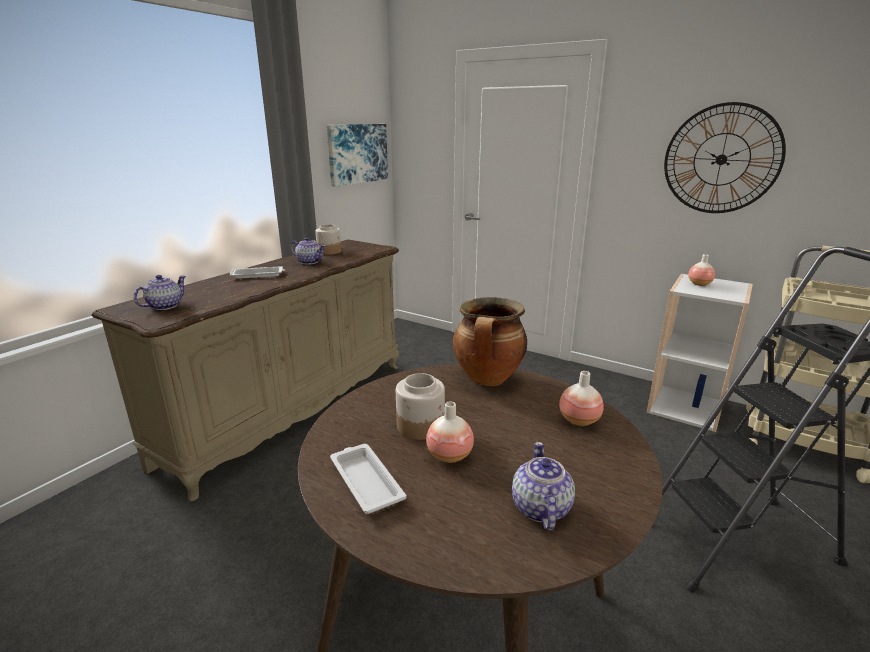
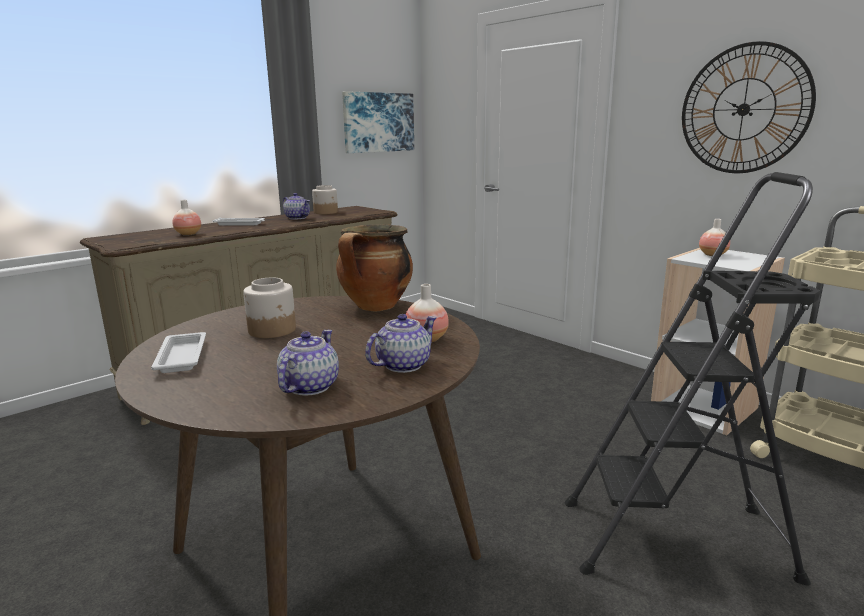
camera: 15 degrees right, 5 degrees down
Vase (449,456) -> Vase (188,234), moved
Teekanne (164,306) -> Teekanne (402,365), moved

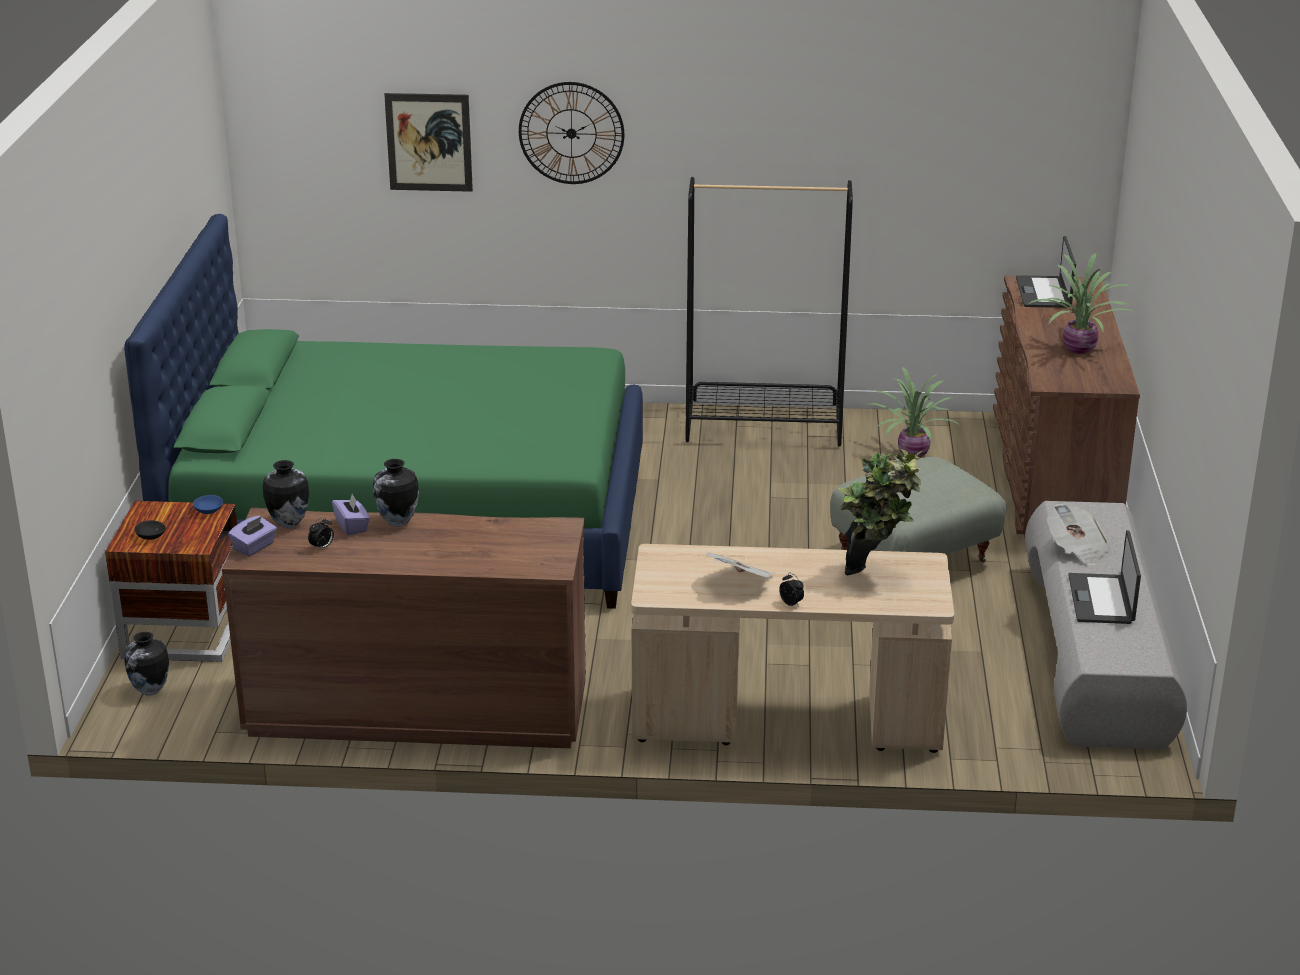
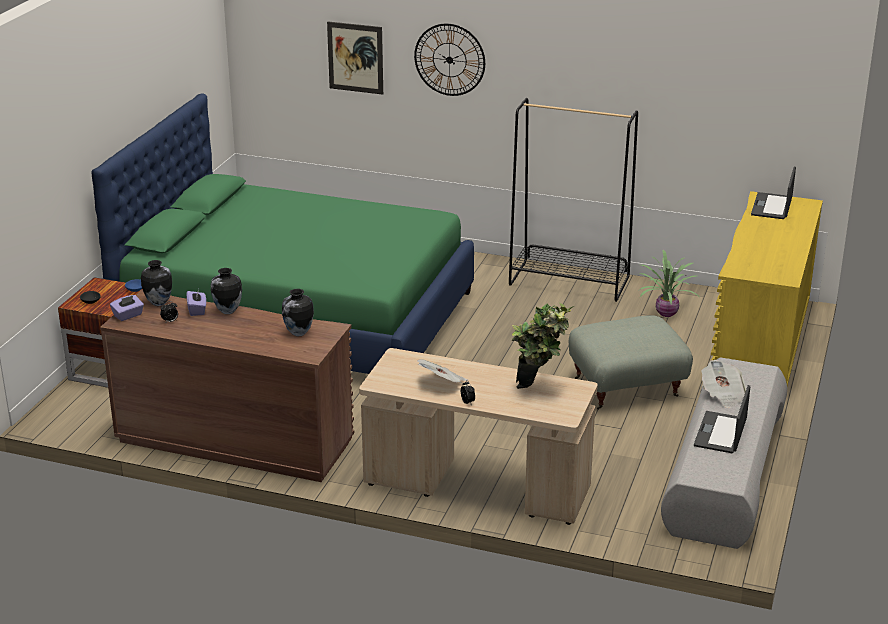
camera: 15 degrees right, 0 degrees up
Vase (150,691) -> Vase (298,333), moved
Kommode [braun] (1053,478) -> Kommode [gelb] (761,343)
Topfpflanze (1079,349) -> none

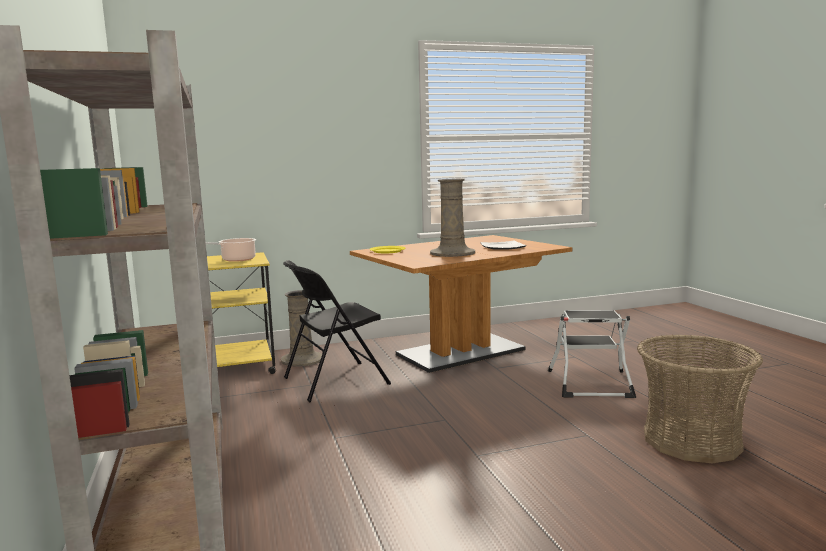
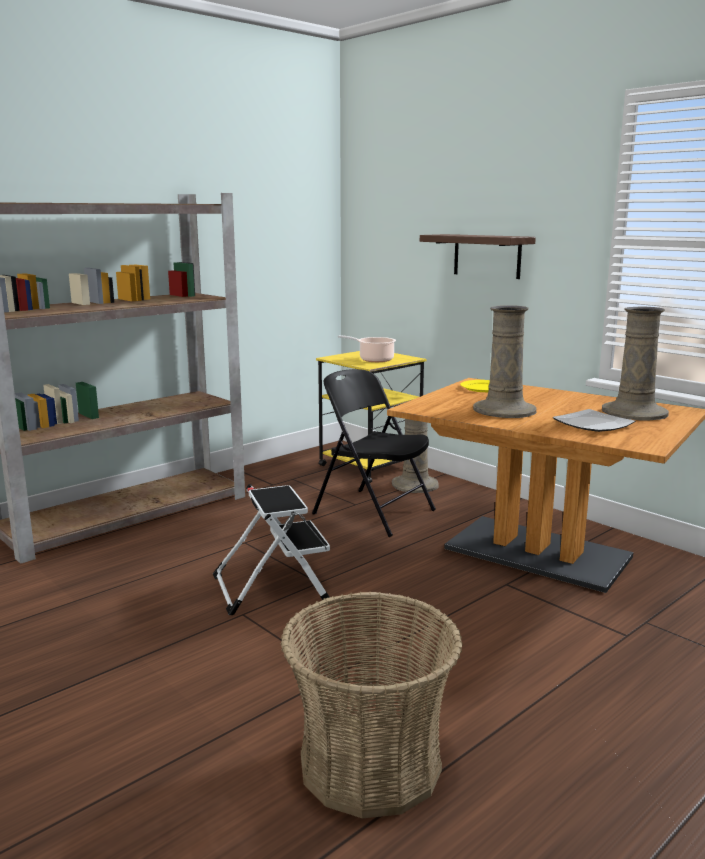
camera: 65 degrees right, 5 degrees up
Trittleiter (591,382) -> Trittleiter (272,585), moved
none -> Wandregal (487,256)
none -> Vase [beige] (635,412)

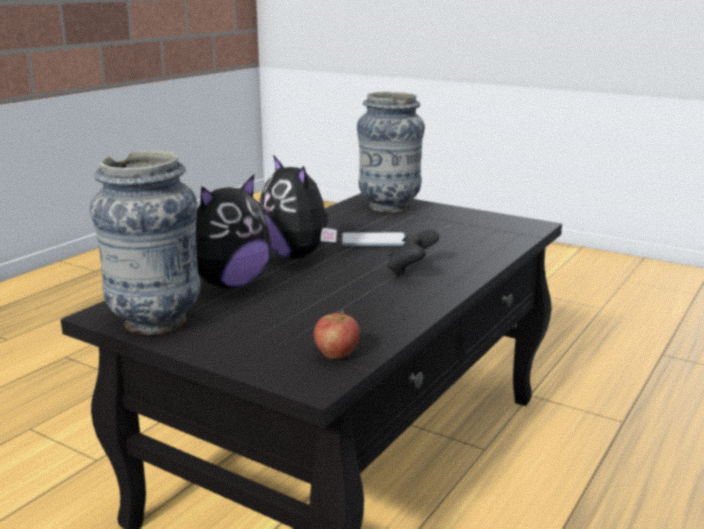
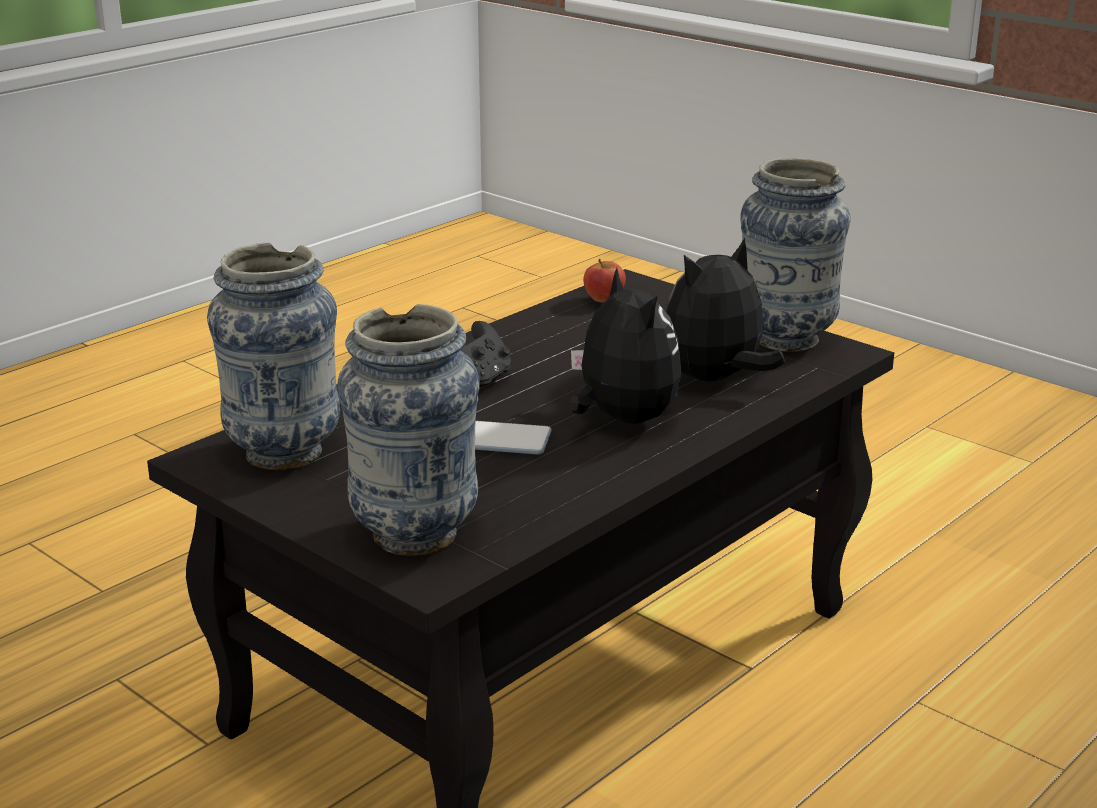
camera: 170 degrees left, 5 degrees up
none -> Vase (284,453)

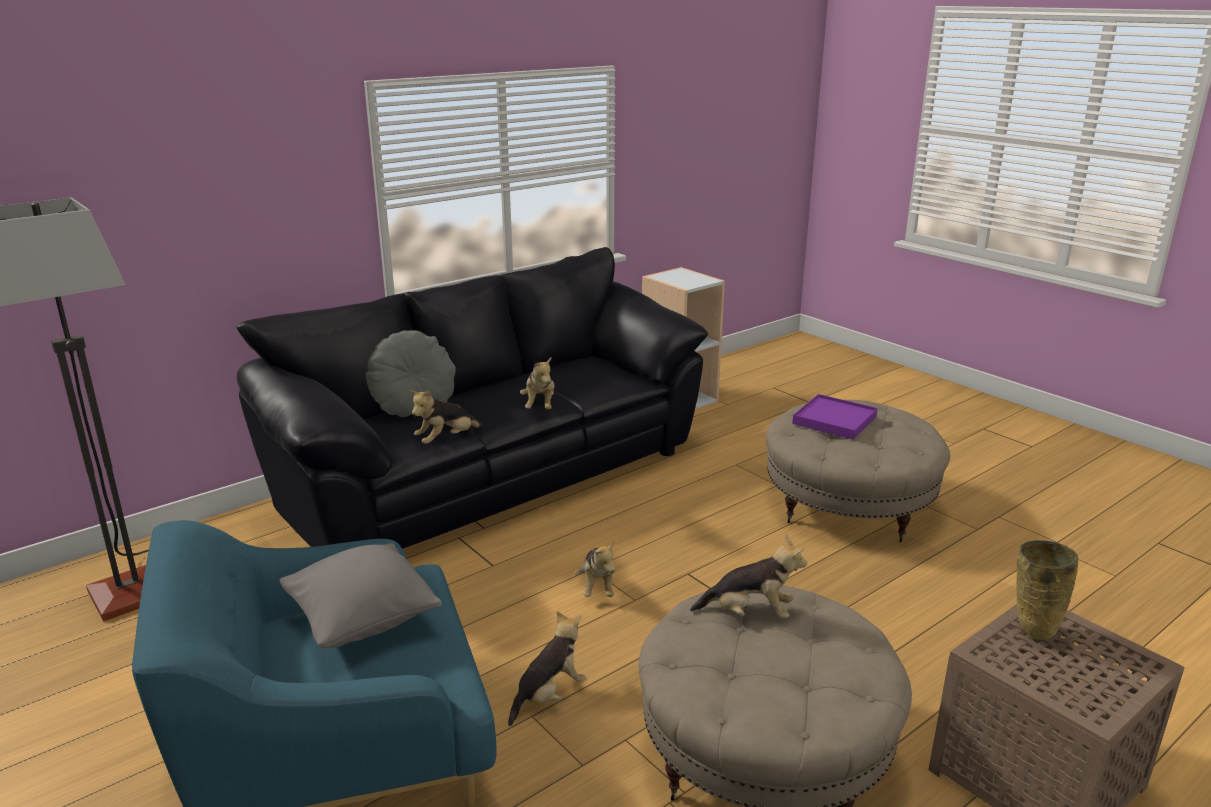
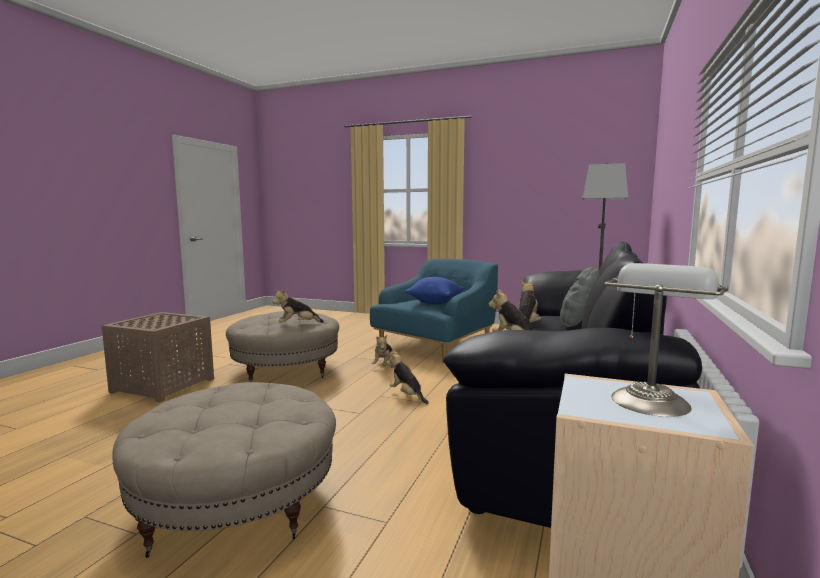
camera: 150 degrees right, 15 degrees down
Kissen [grau] (363,621) -> Kissen [blau] (435,302)
none -> Tischlampe [weiß] (651,396)
Tablett [lila] (834,420) -> none
Vase [beige] (1033,629) -> none

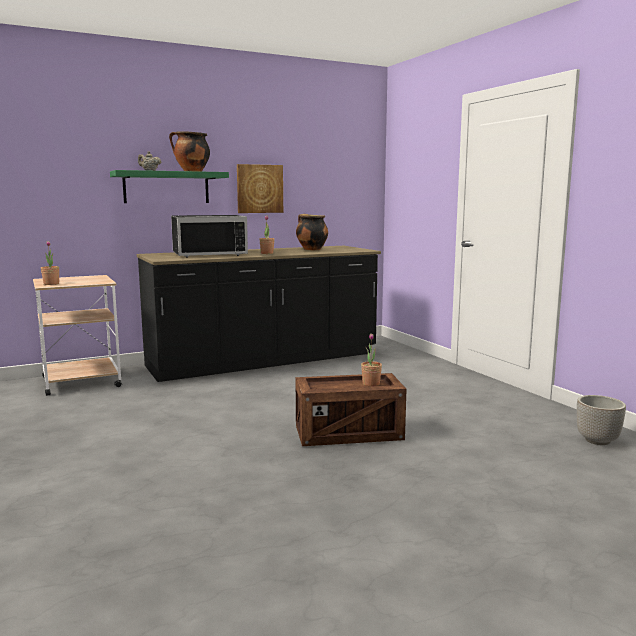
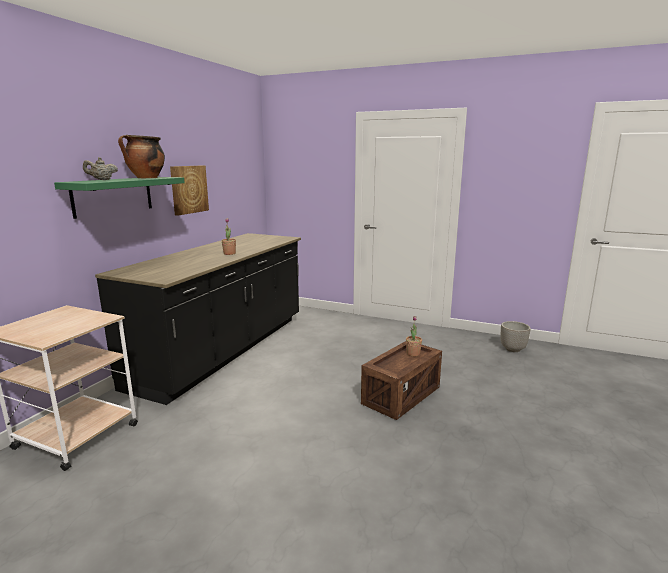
camera: 40 degrees left, 5 degrees up
Topfpflanze (51,284) -> none
Mikrowelle [schwarz] (209,254) -> none
Kochtopf (311,249) -> none

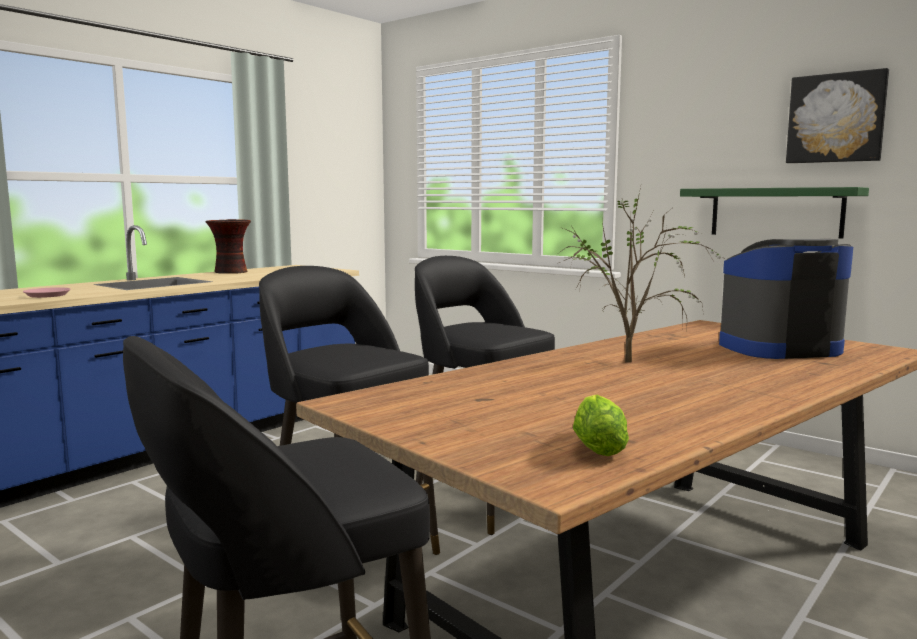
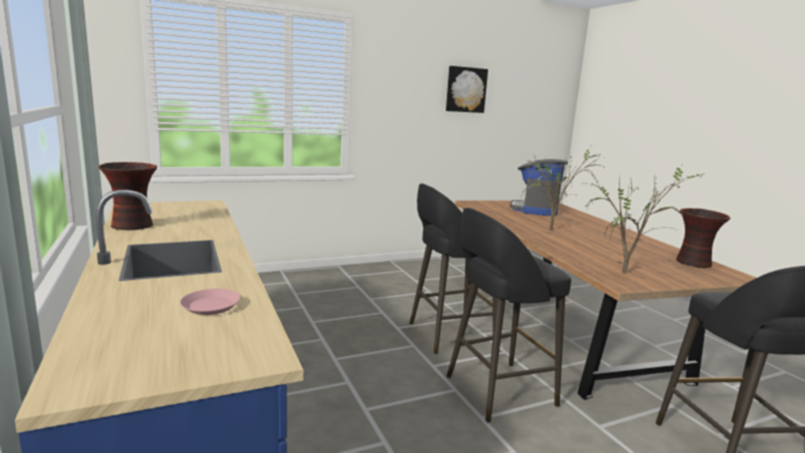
camera: 65 degrees left, 5 degrees up
none -> Topfpflanze (627,272)
Salatkopf (598,445) -> Vase (694,263)
Wandregal [grün] (775,212) -> none

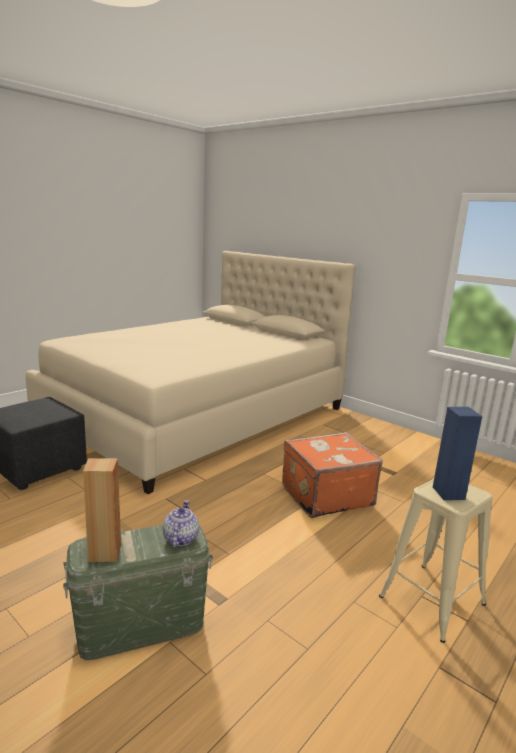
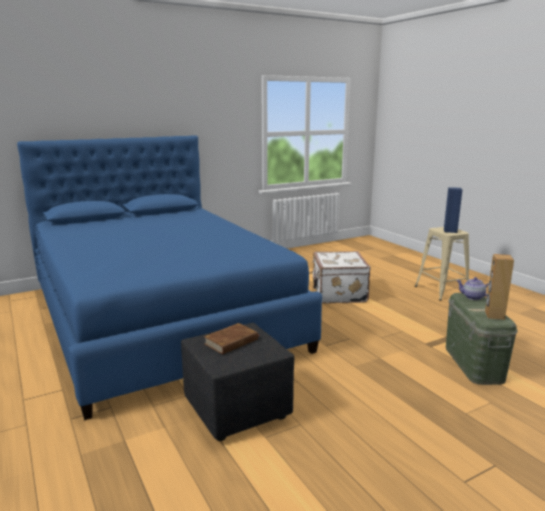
camera: 70 degrees left, 0 degrees up
Bett [beige] (198,414) -> Bett [blau] (160,317)
none -> Buch [braun] (231,342)
Koffer [orange] (325,495) -> Koffer [weiß] (338,293)

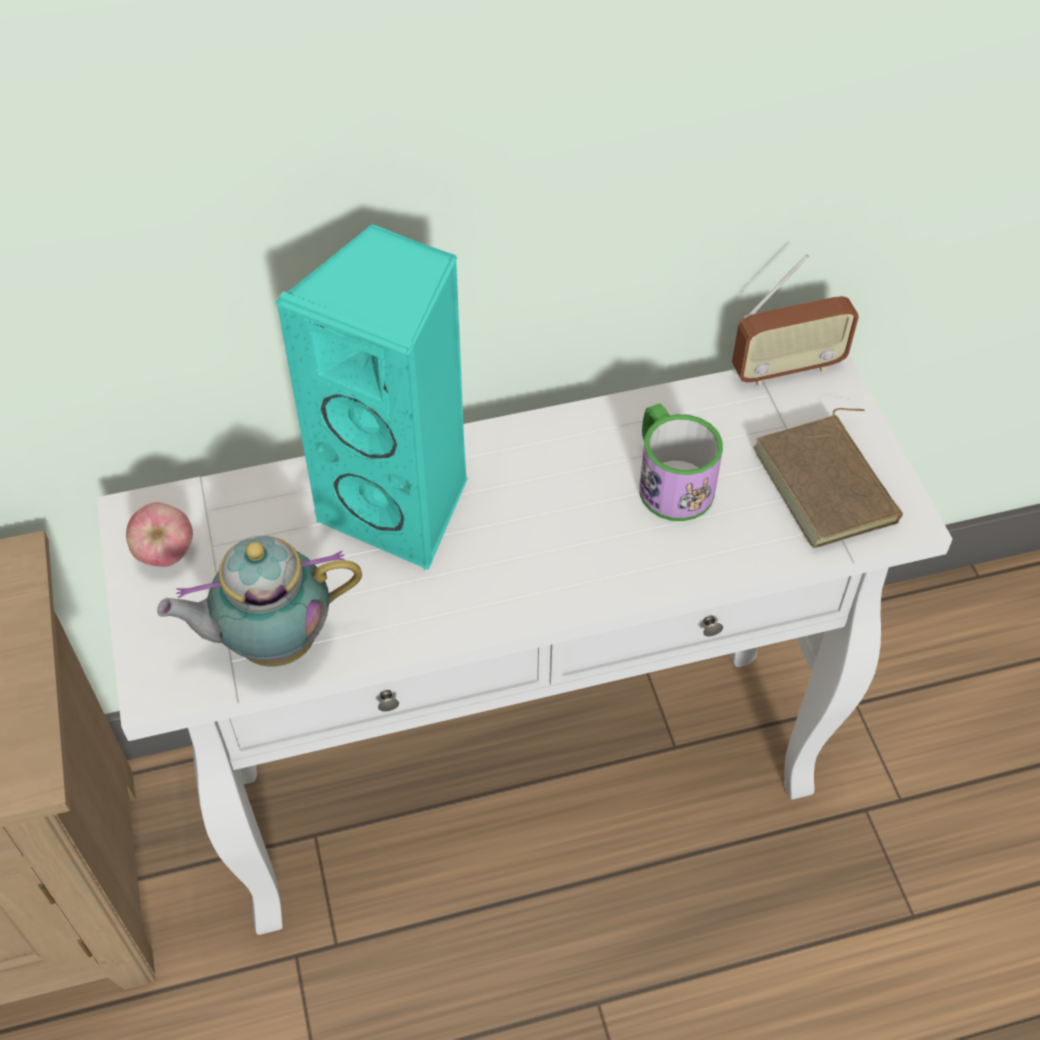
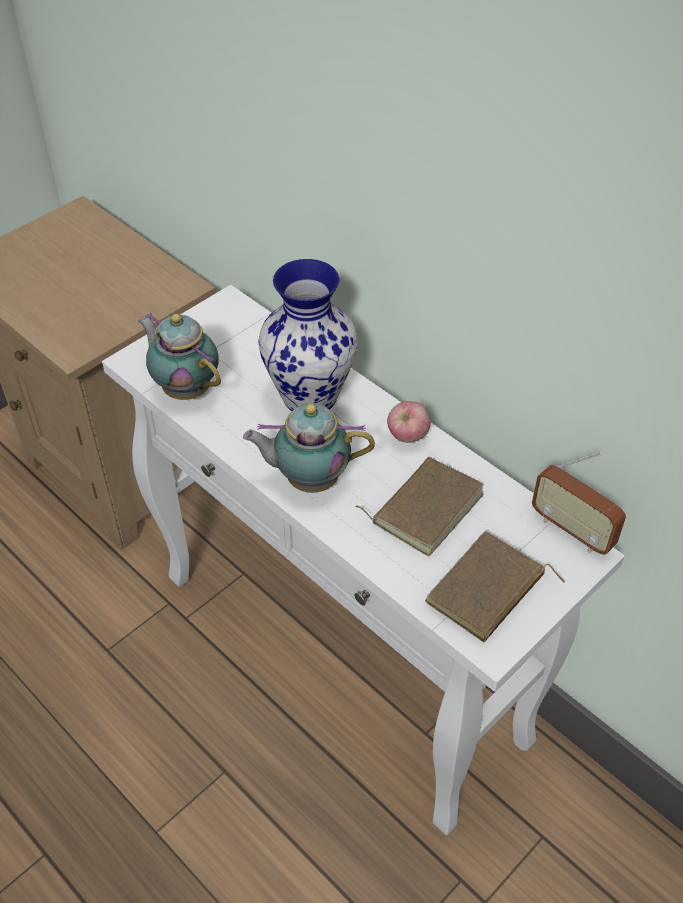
camera: 60 degrees right, 5 degrees down
none -> Teekanne (309,480)
Lautsprecher [türkis] (402,506) -> Vase (311,397)
Henkelbecher (669,480) -> Buch [braun] (425,507)
Apfel (166,554) -> Apfel (408,437), moved

